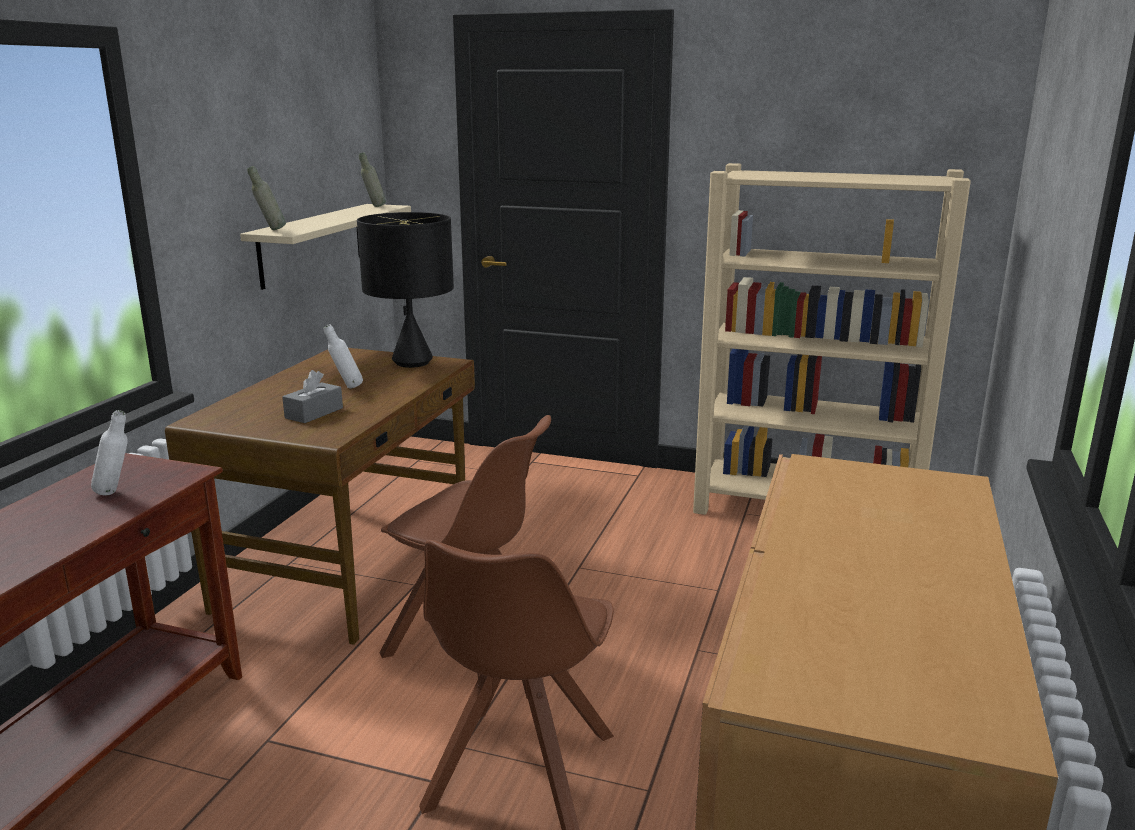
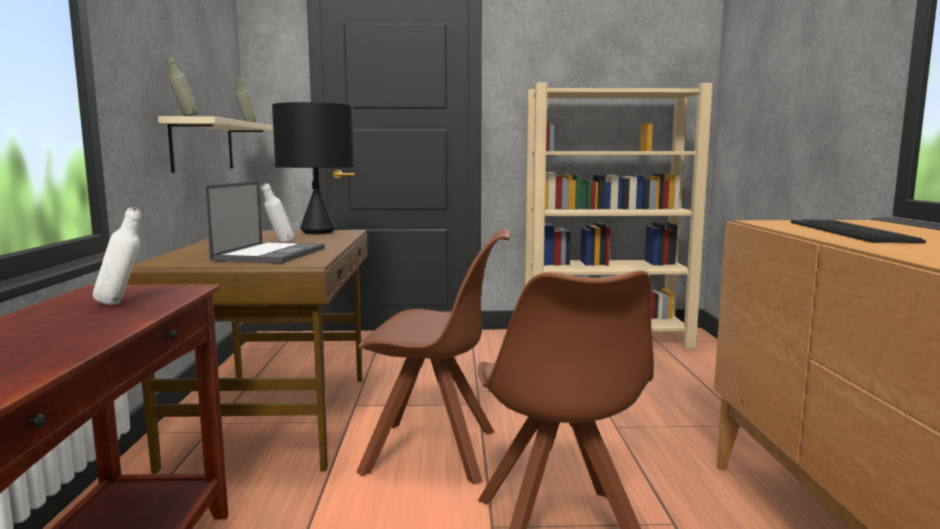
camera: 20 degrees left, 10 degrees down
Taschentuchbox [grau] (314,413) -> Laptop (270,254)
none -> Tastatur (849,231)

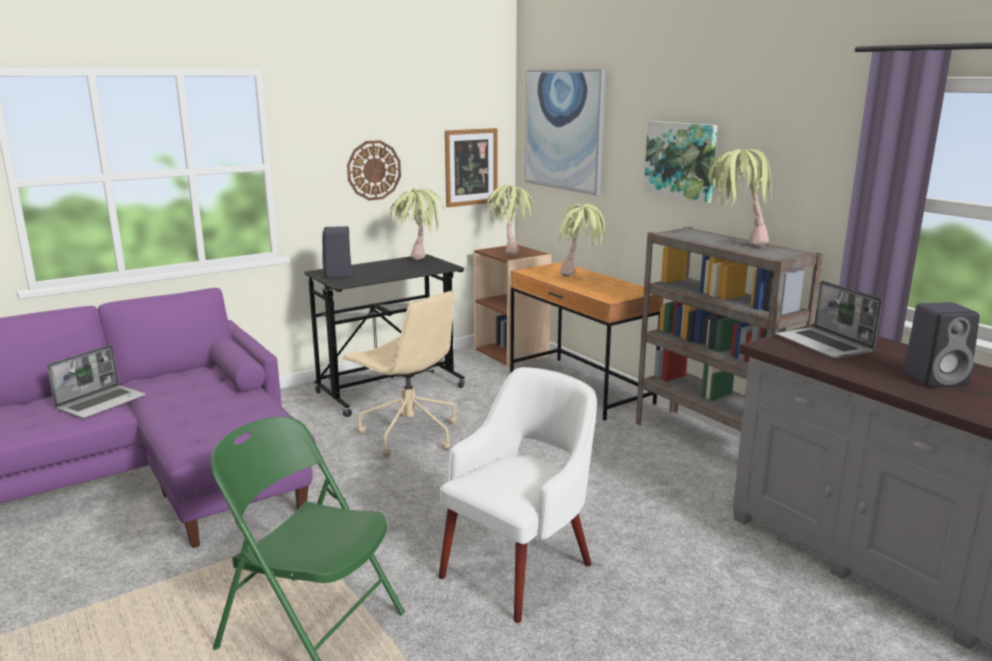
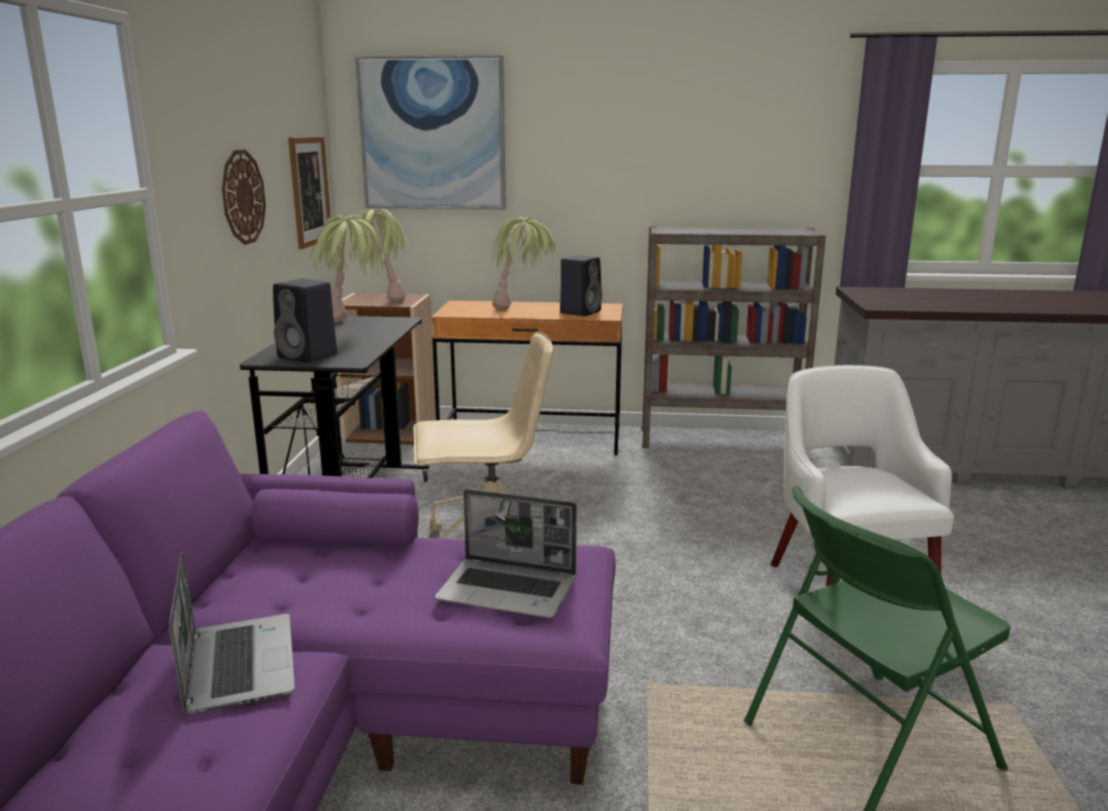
camera: 50 degrees left, 0 degrees up
Laptop (825,345) -> Laptop (509,590), moved
Lautsprecher [schwarz] (936,379) -> Lautsprecher [schwarz] (581,312), moved
Bild (681,160) -> none
Topfpflanze (734,244) -> none

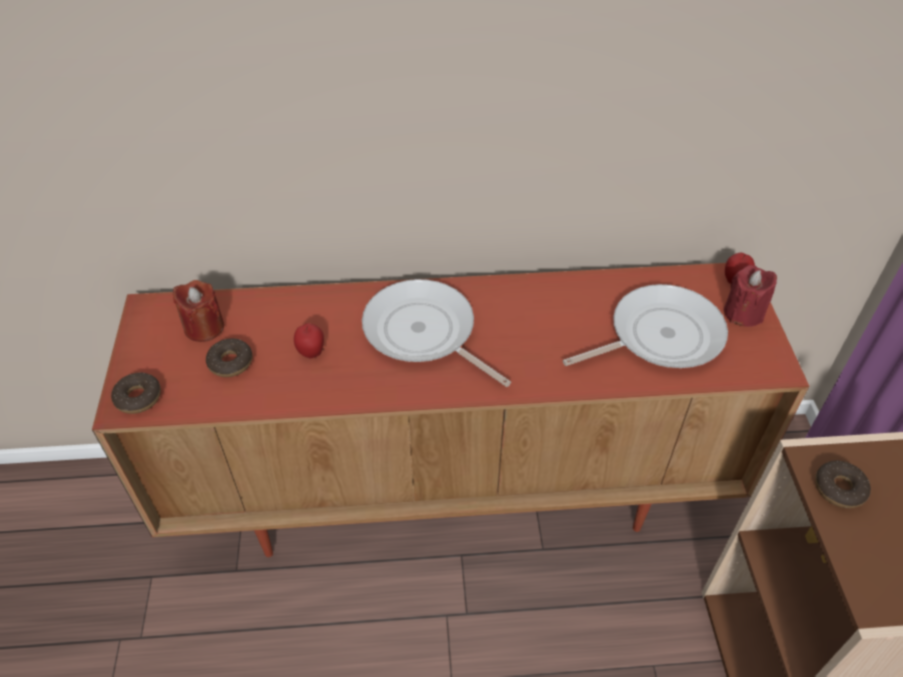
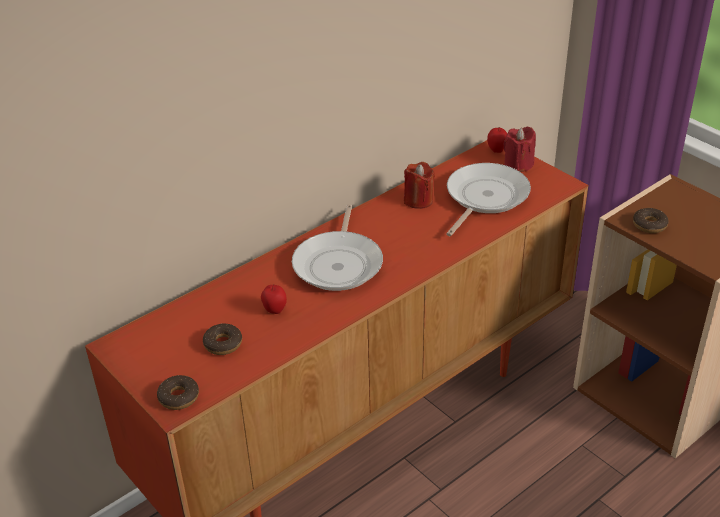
camera: 35 degrees left, 10 degrees down
Pfanne (424,333) -> Pfanne (339,263), 90 degrees counterclockwise
Kerze [rot] (204,327) -> Kerze [rot] (418,200), moved

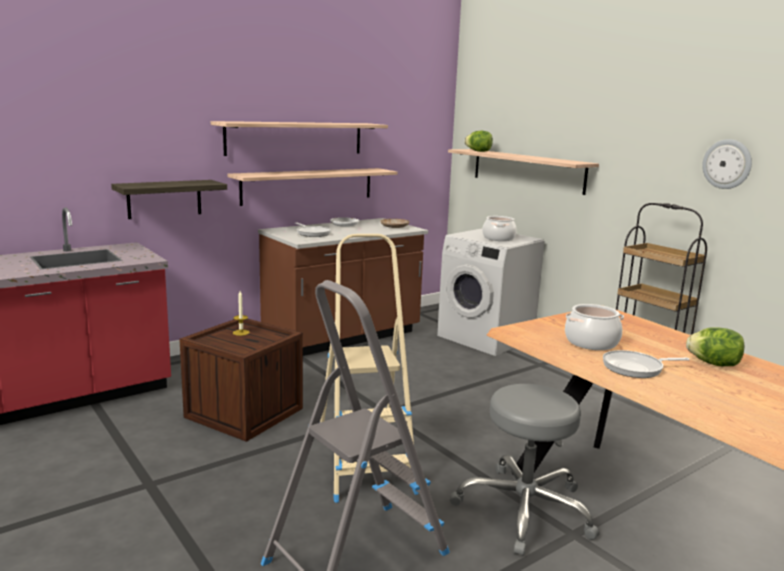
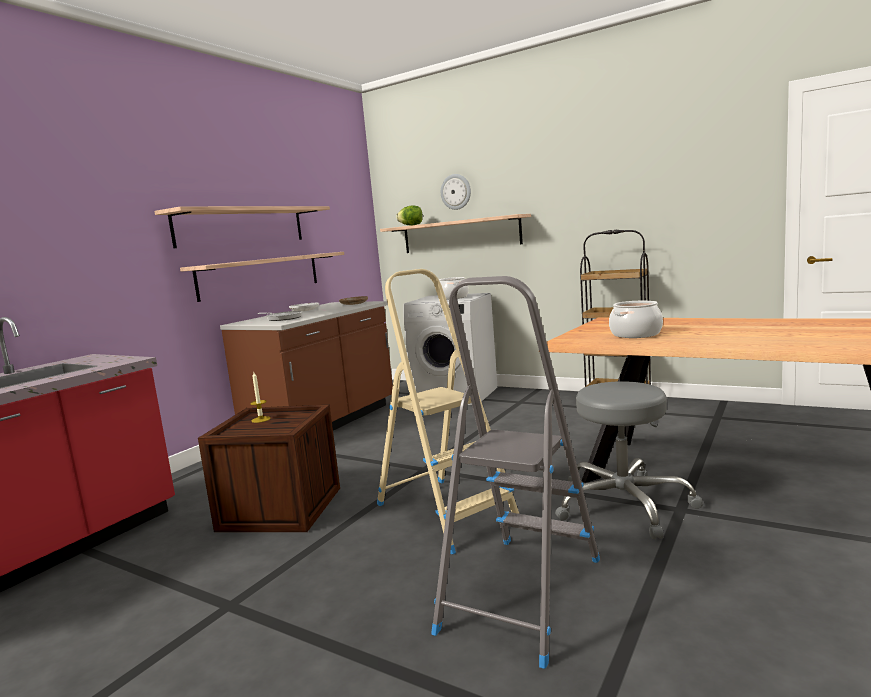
camera: 20 degrees left, 5 degrees down
Wanduhr (727,164) -> Wanduhr (456,192), moved
Wandregal (164,199) -> none
Pfanne (636,368) -> none
Salatkopf (713,364) -> none

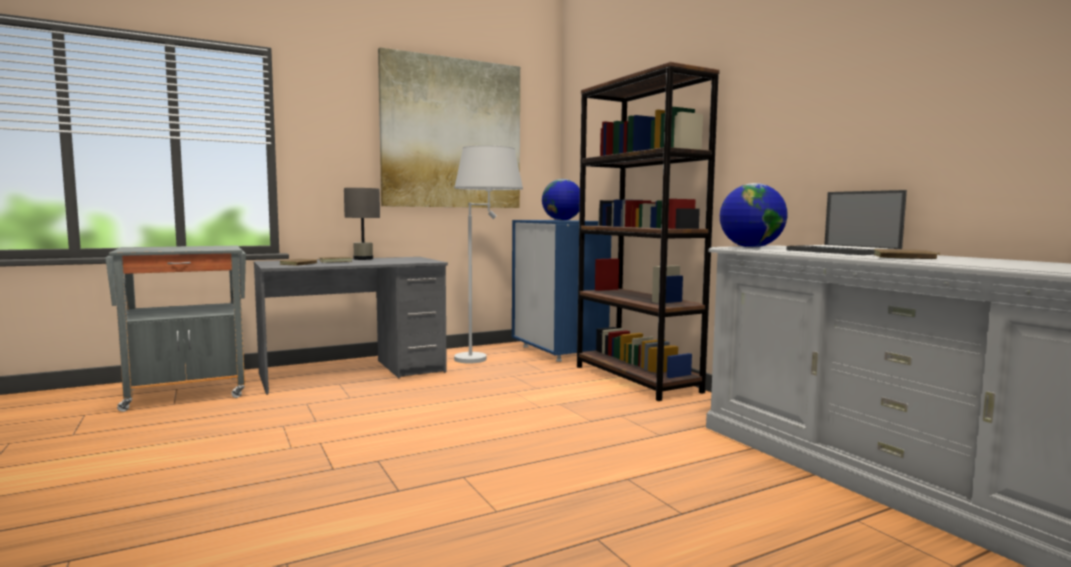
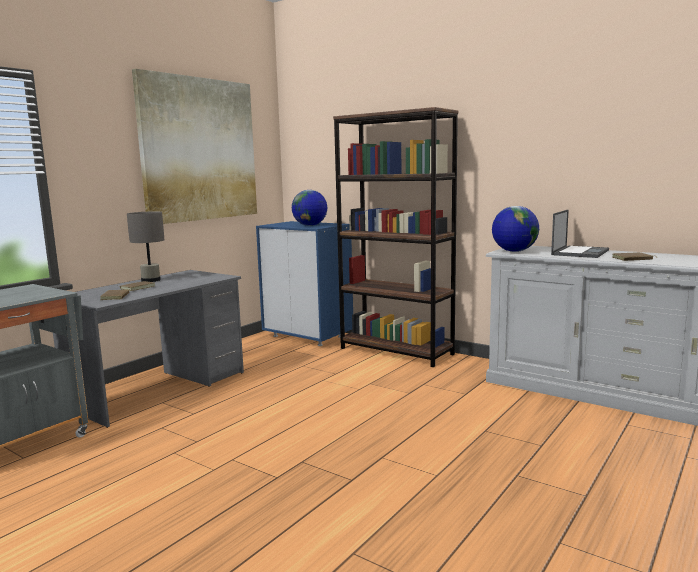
camera: 25 degrees left, 5 degrees up
Laptop (844,251) -> Laptop (580,252), 90 degrees counterclockwise
Stehlampe [weiß] (488,359) -> none

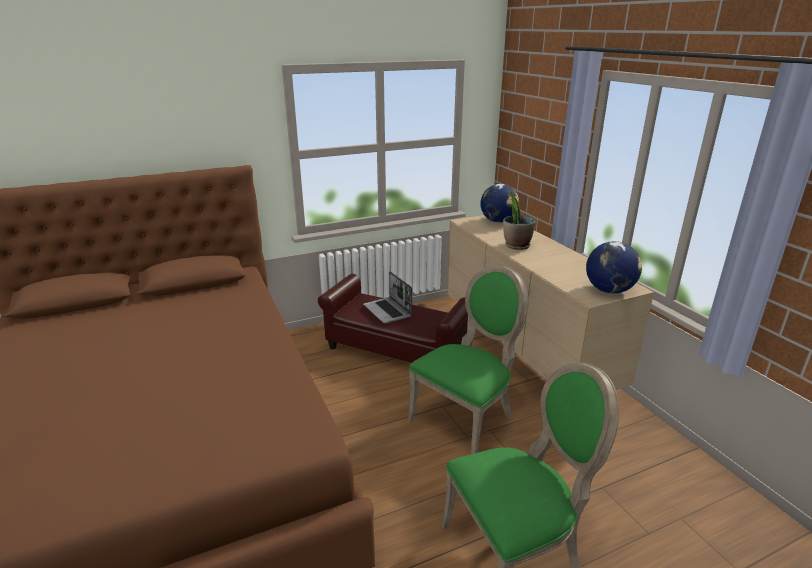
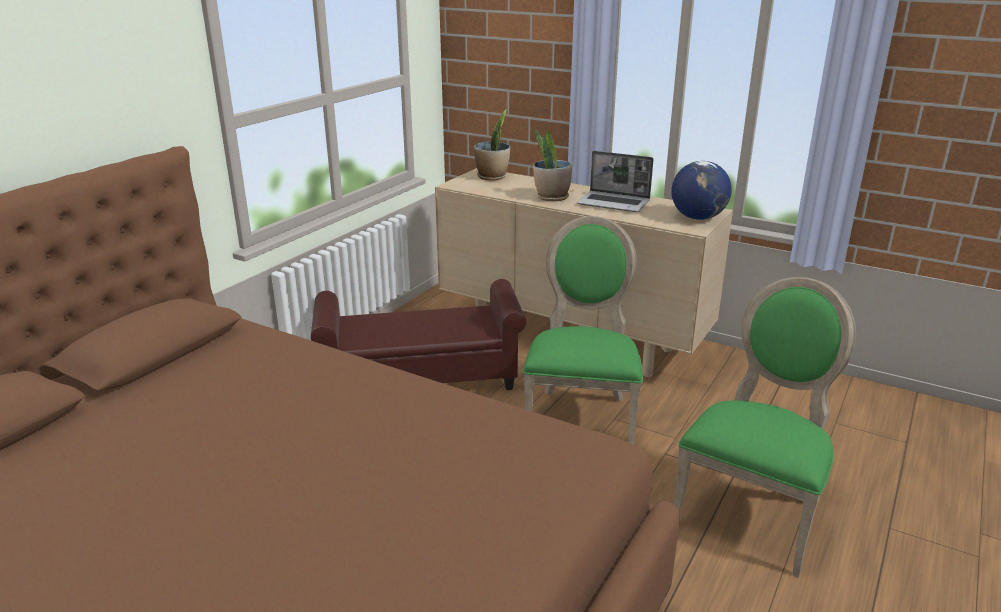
camera: 35 degrees left, 0 degrees up
Globus (498,221) -> Topfpflanze (492,177)
Laptop (388,311) -> Laptop (614,203), moved

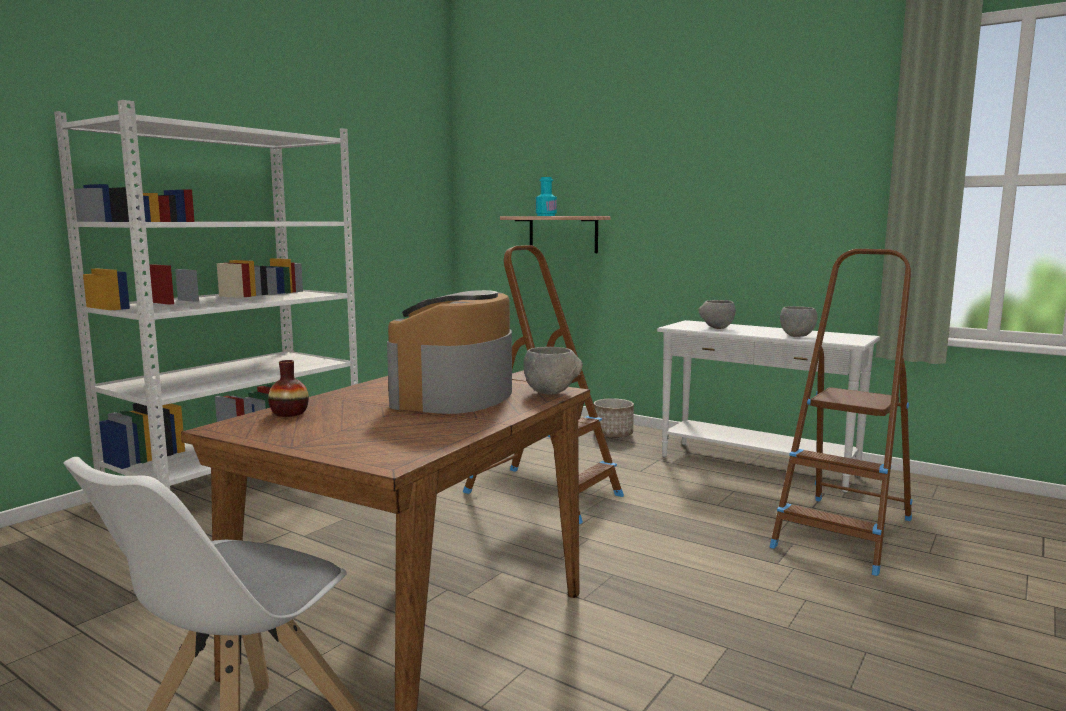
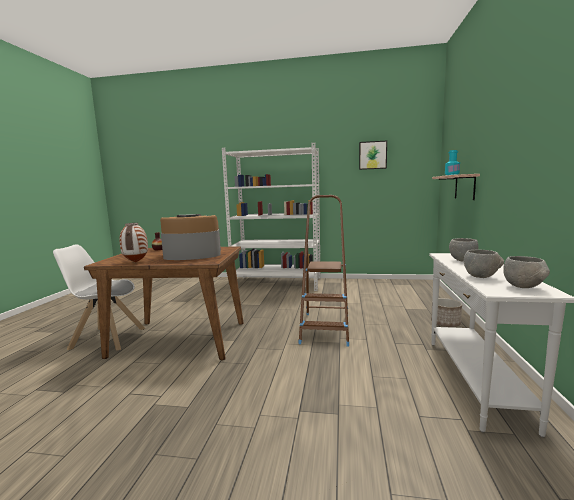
camera: 65 degrees right, 0 degrees up
none -> Vase (135,262)
none -> Bild (372,155)
Schüssel [grau] (551,393) -> Schüssel [grau] (523,287), moved
Trittleiter [braun] (843,533) -> none

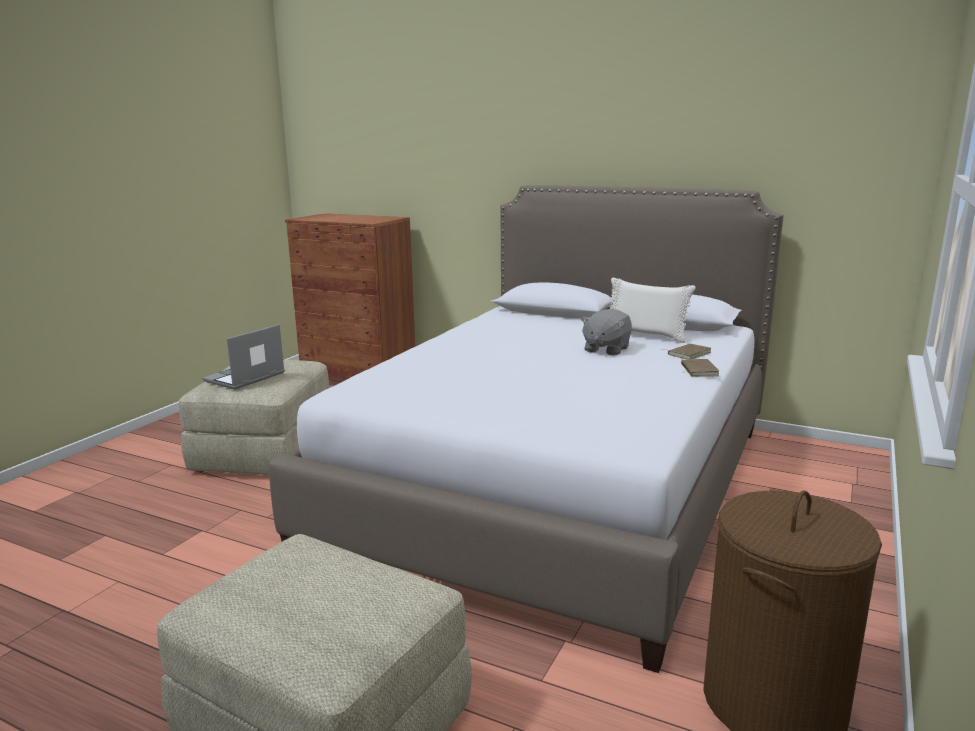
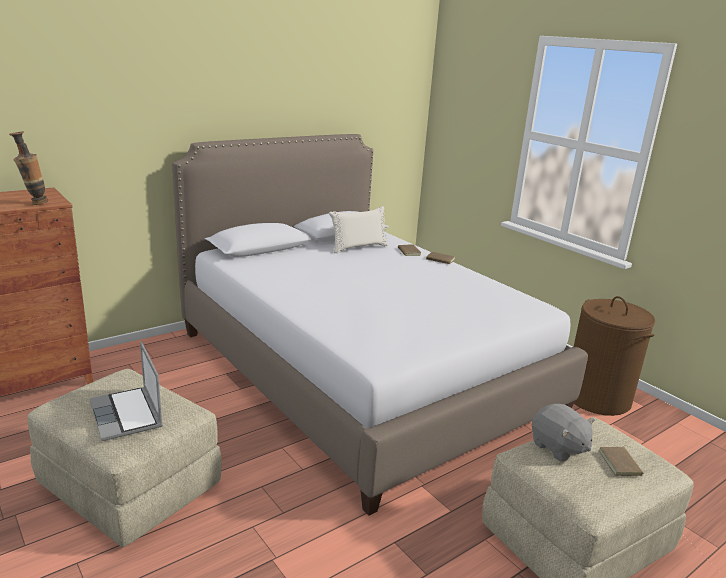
camera: 65 degrees left, 5 degrees up
none -> Vase (34,204)
Plüschtier [grau] (606,349) -> Plüschtier [grau] (558,447), moved
none -> Buch [braun] (621,463)

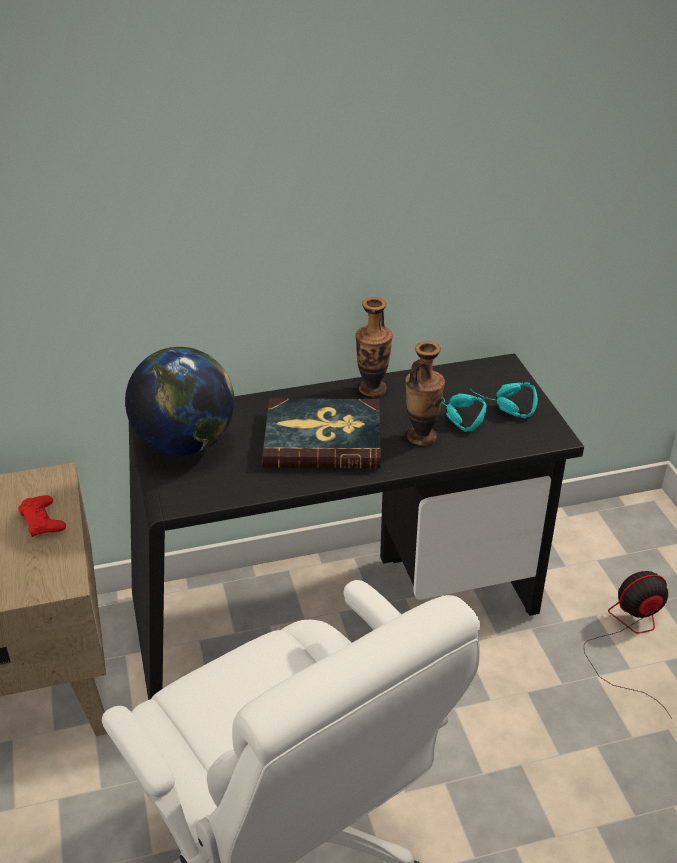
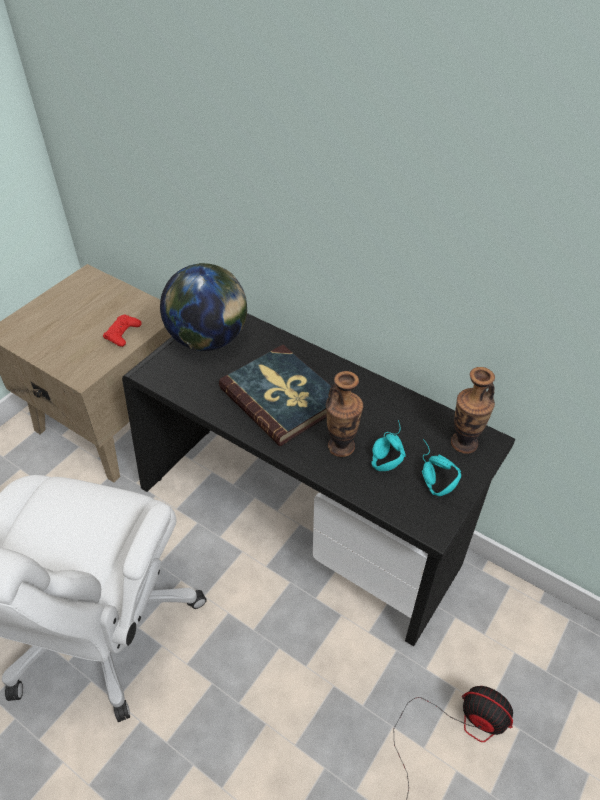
camera: 50 degrees right, 10 degrees up
Vase (372,389) -> Vase (464,443), moved

